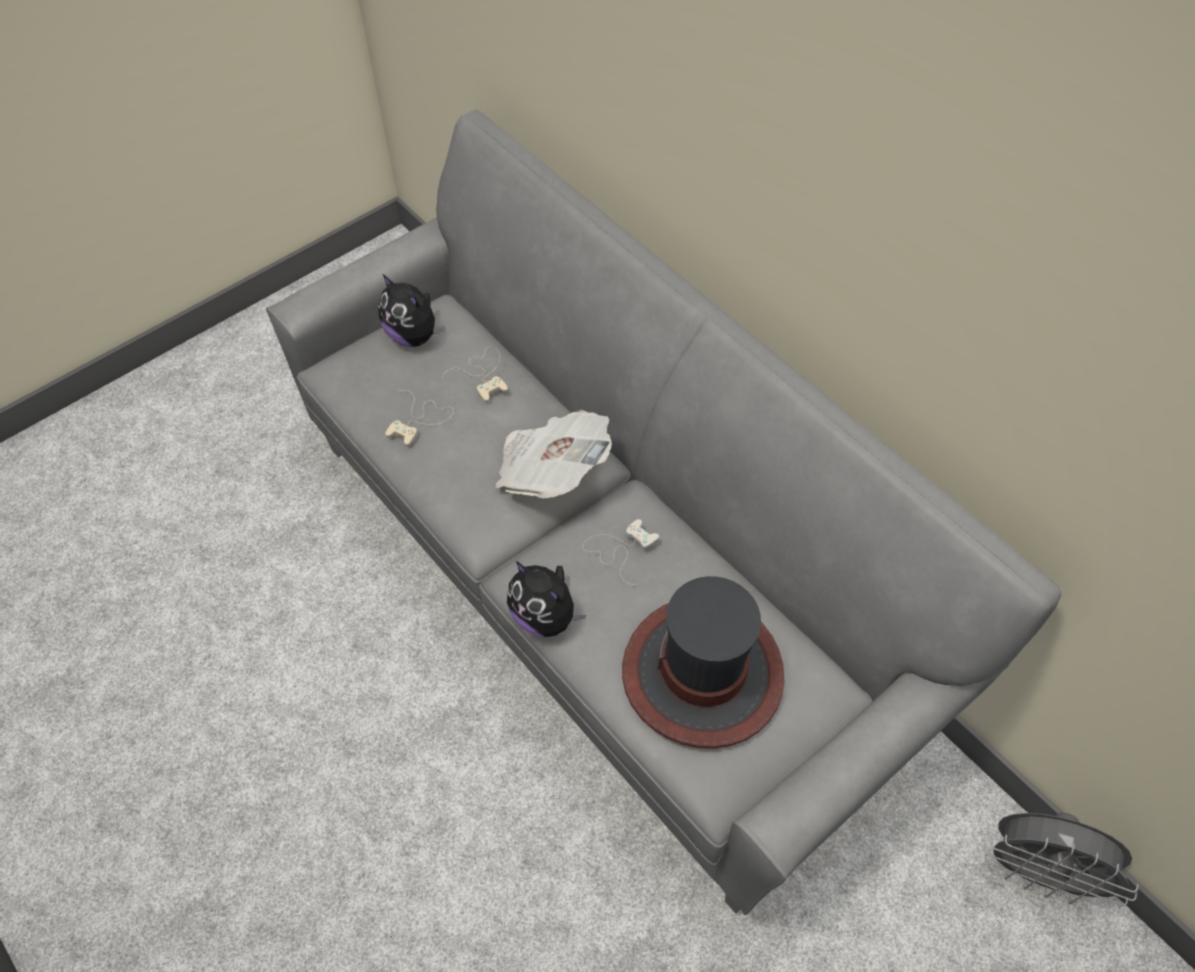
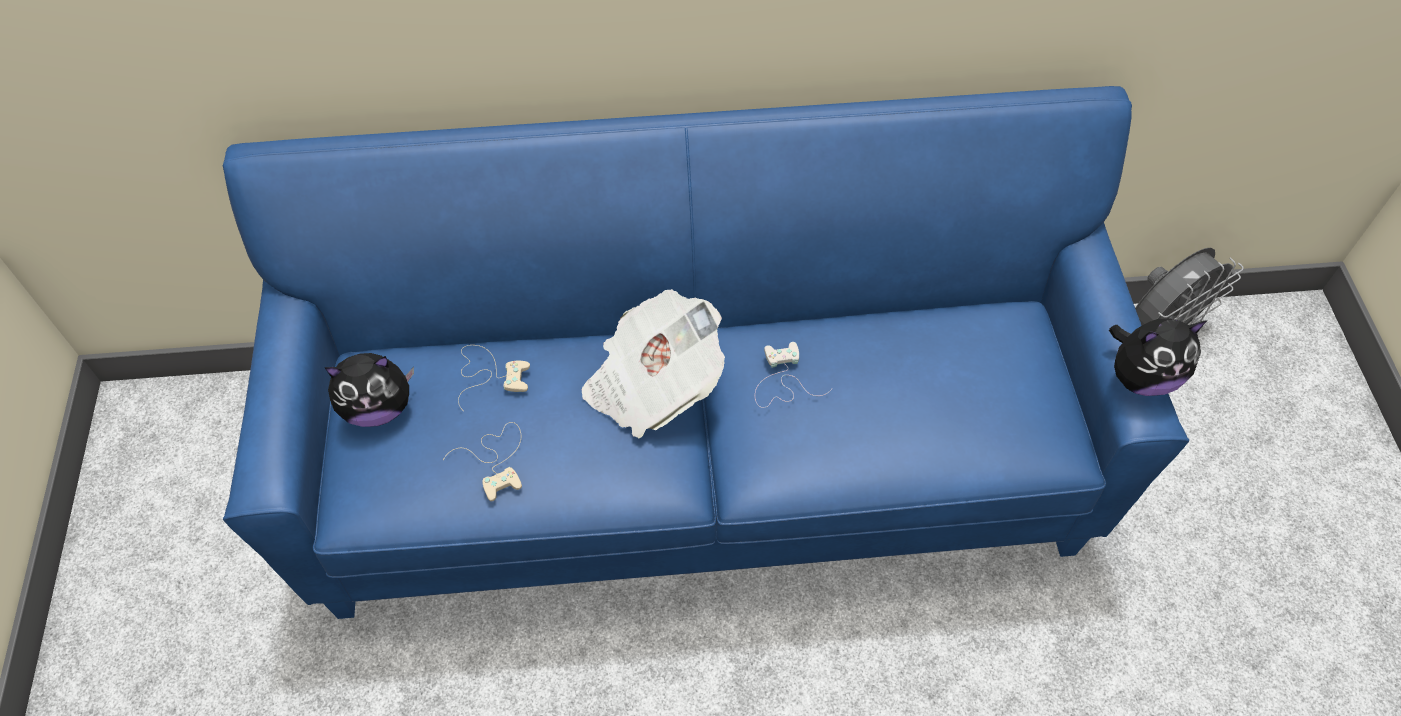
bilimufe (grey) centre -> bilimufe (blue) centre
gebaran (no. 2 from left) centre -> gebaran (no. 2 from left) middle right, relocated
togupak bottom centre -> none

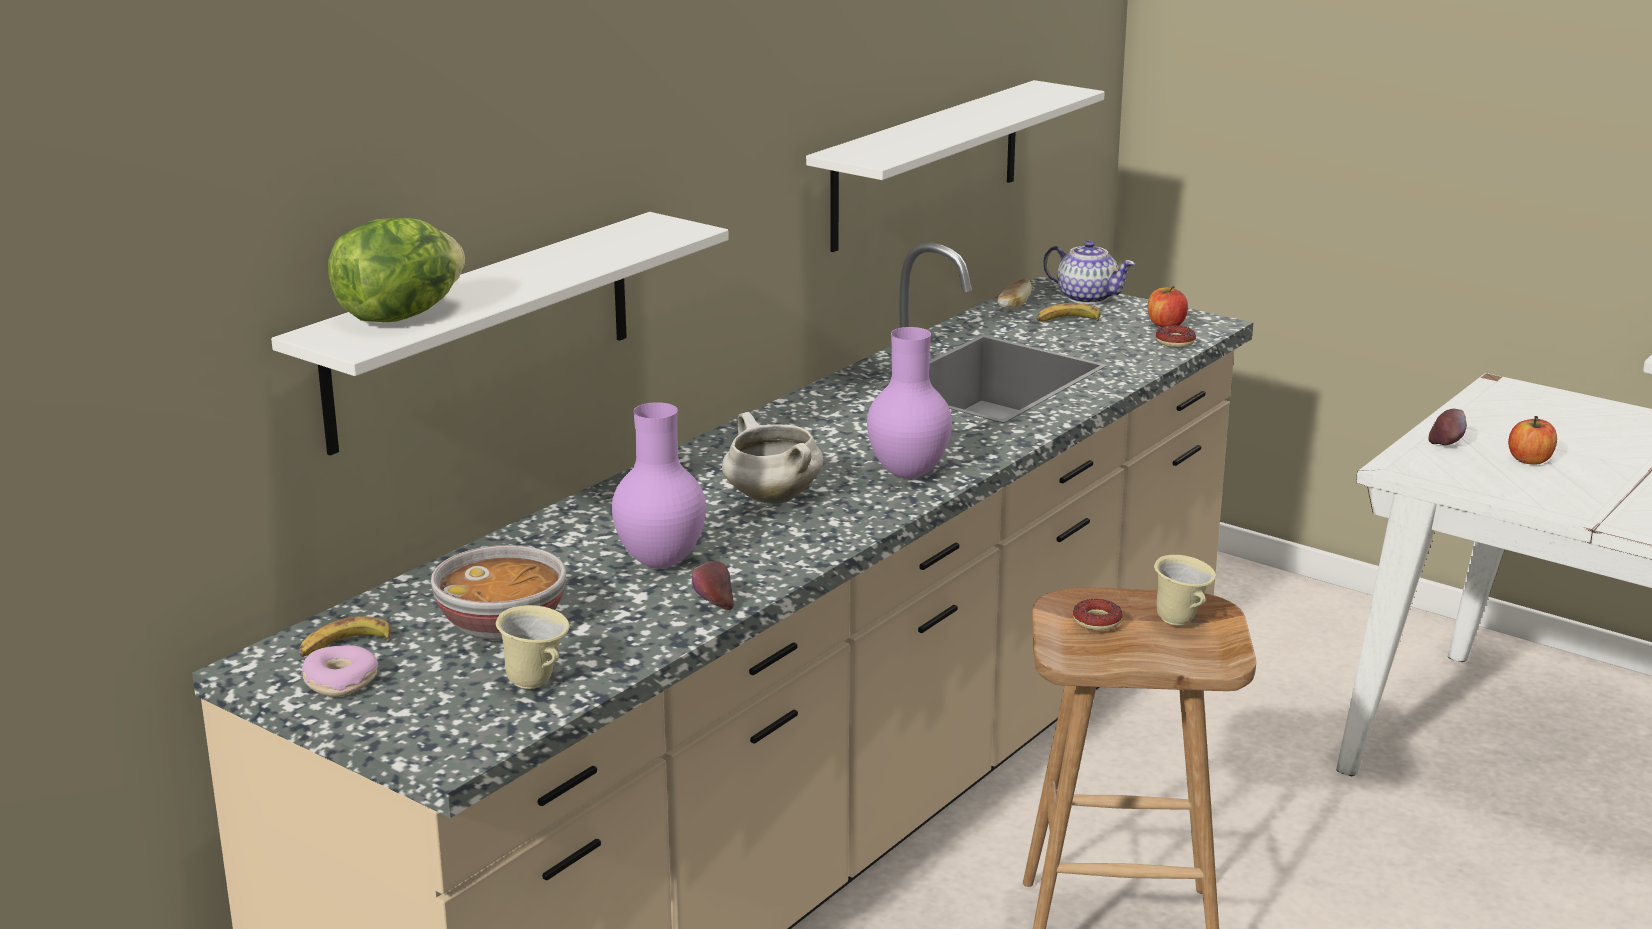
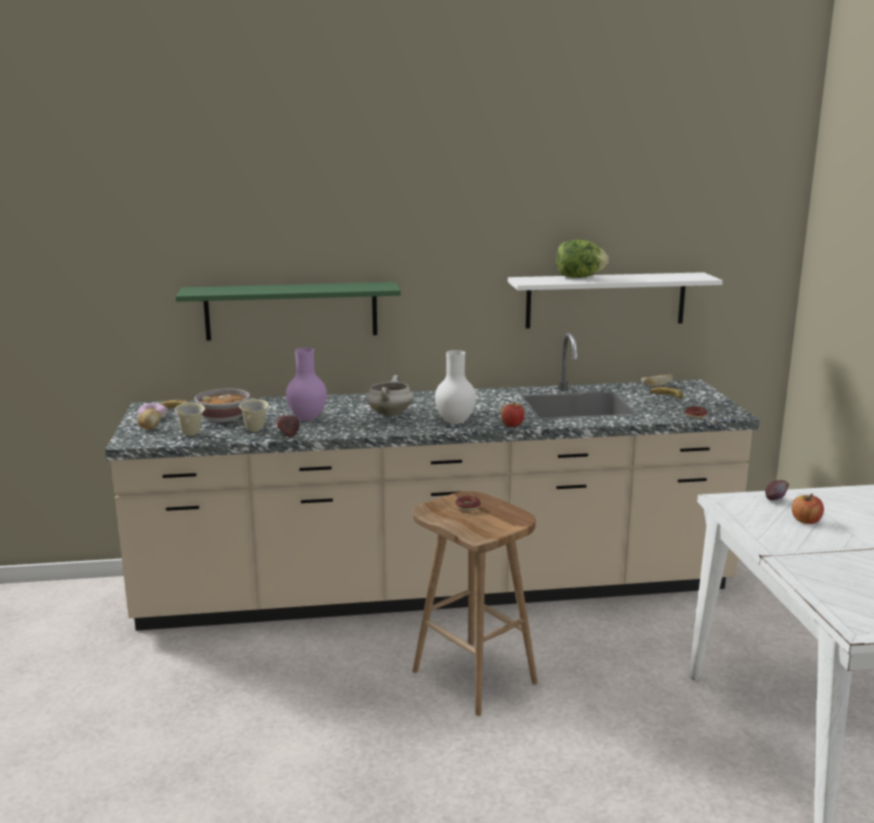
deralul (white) (no. 1 from left) middle left -> deralul (green) middle left
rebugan top left -> rebugan top centre, relocated
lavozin top centre -> none
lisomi (no. 2 from left) top right -> lisomi (no. 2 from left) centre, relocated
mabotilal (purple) (no. 2 from left) centre -> mabotilal (white) centre
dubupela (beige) (no. 2 from left) middle right -> dubupela (beige) (no. 2 from left) middle left, relocated
none -> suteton middle left

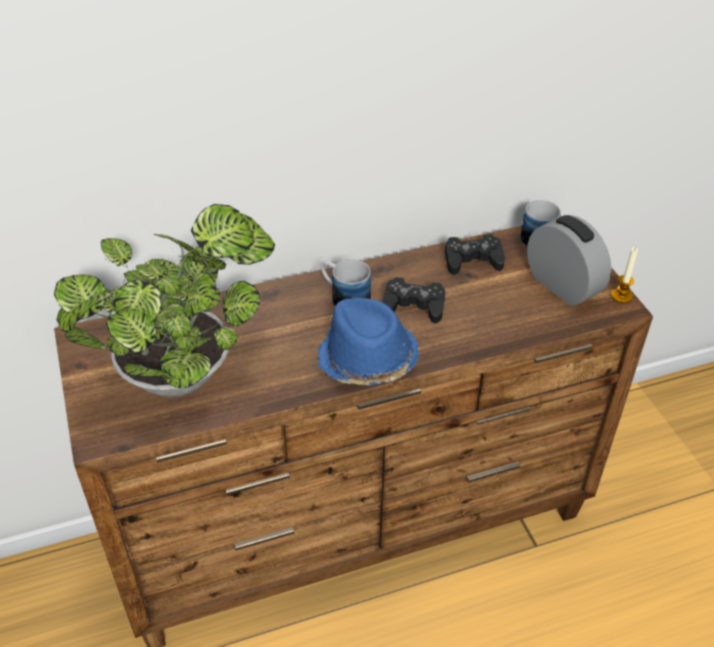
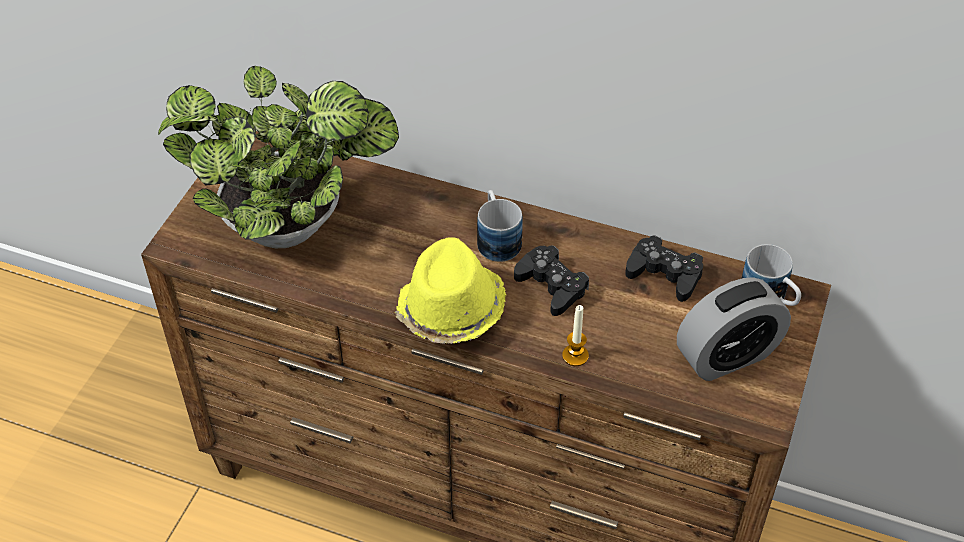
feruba middle right, 60 degrees clockwise
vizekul middle right -> vizekul centre, relocated
togupak (blue) centre -> togupak (yellow) centre

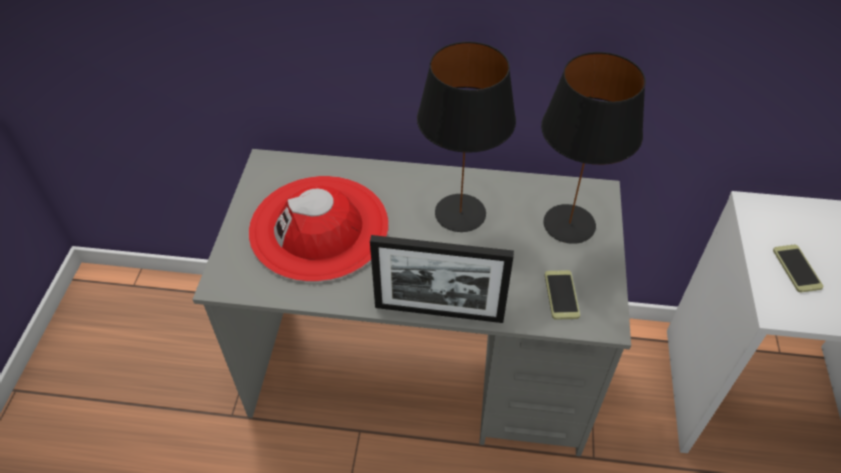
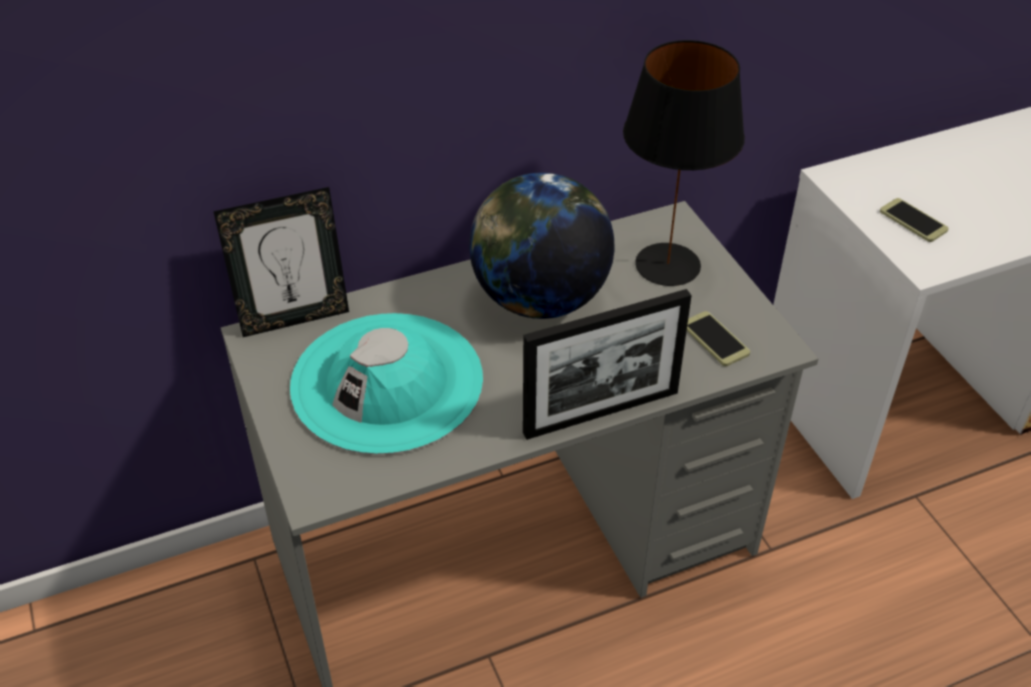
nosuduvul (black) (no. 1 from left) top centre -> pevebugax centre
togupak (red) centre -> togupak (turquoise) centre
none -> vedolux (no. 1 from left) middle left

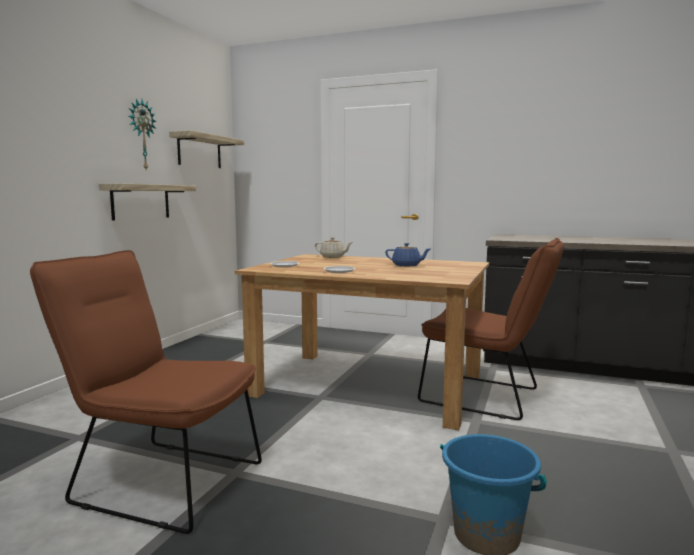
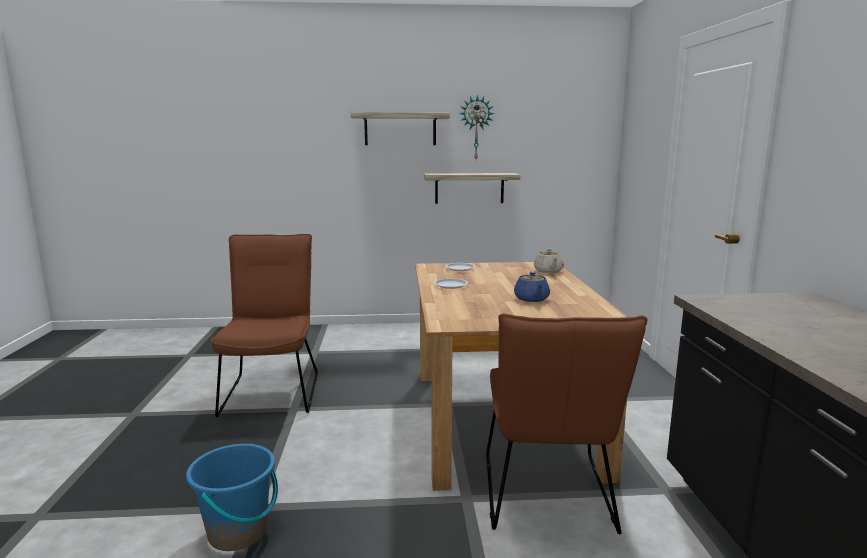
deralul (no. 2 from left in the first image) top left -> deralul (no. 1 from left) top centre, relocated

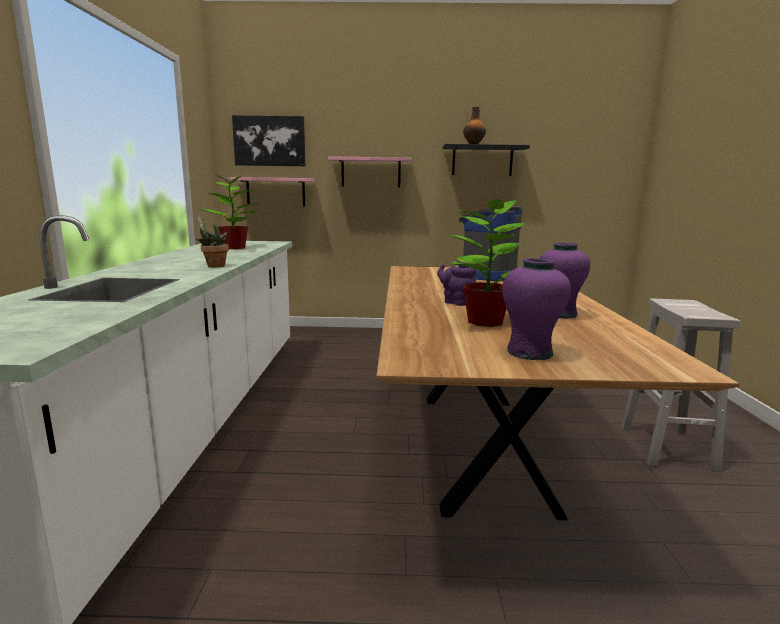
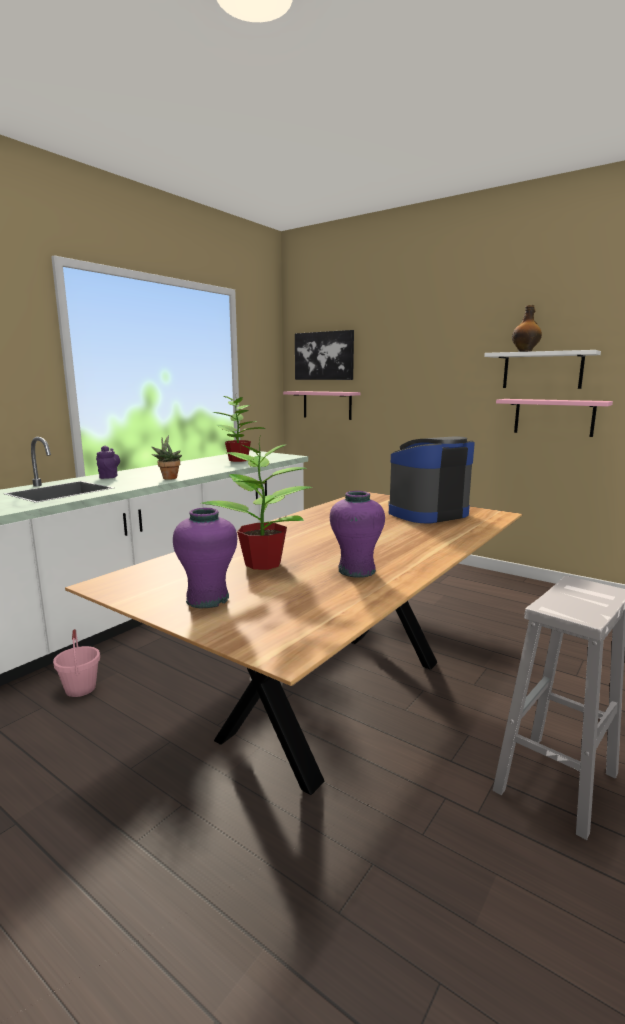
deralul (black) top centre -> deralul (white) middle right
deralul (pink) (no. 2 from left) top centre -> deralul (pink) (no. 2 from left) middle right, relocated
lavozin (purple) centre -> lavozin (purple) middle left, relocated
none -> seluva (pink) middle left

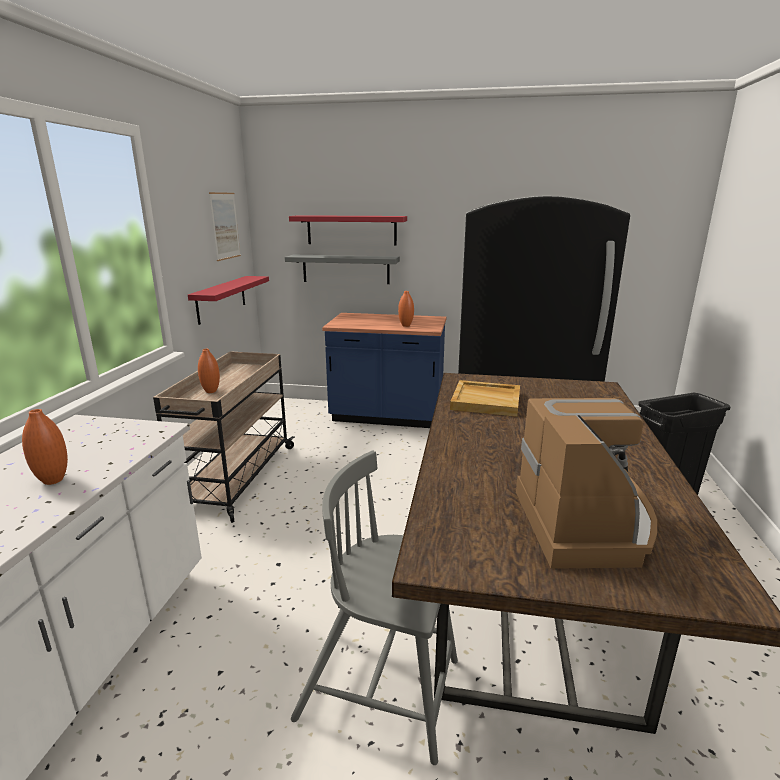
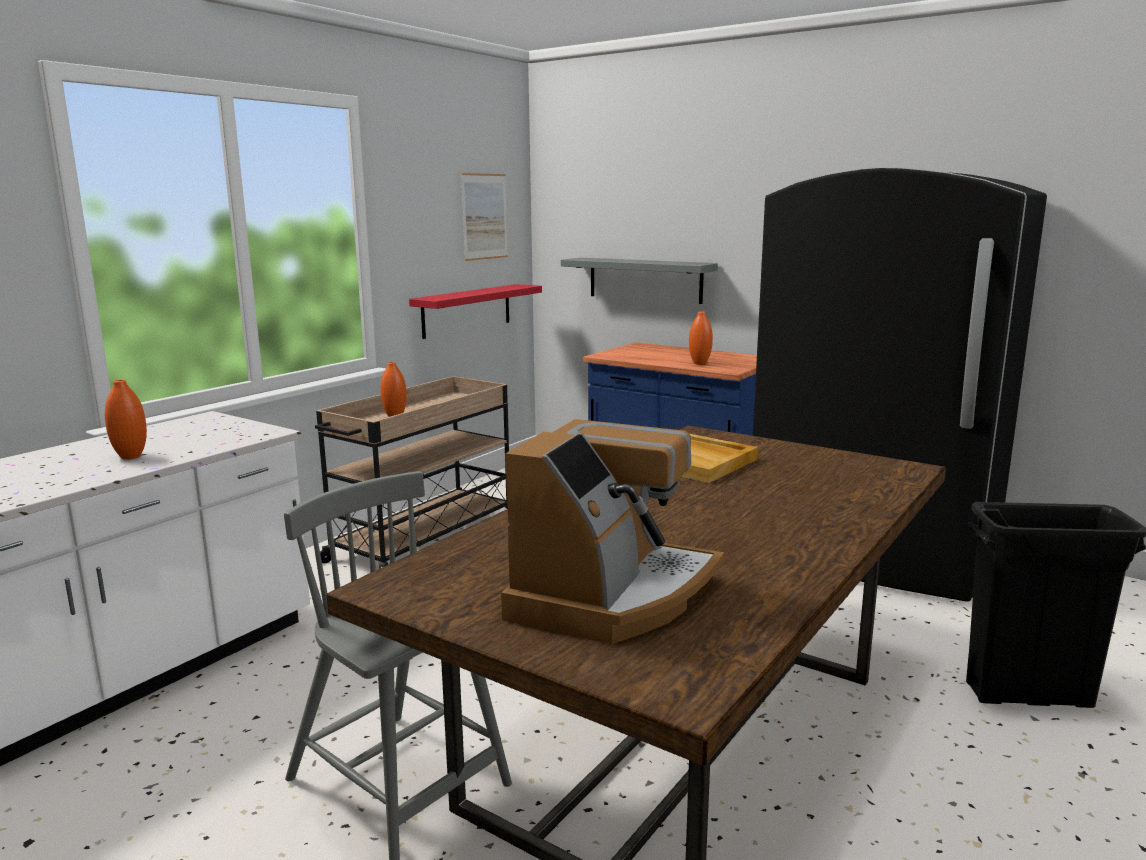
deralul (red) (no. 2 from left) top centre -> none

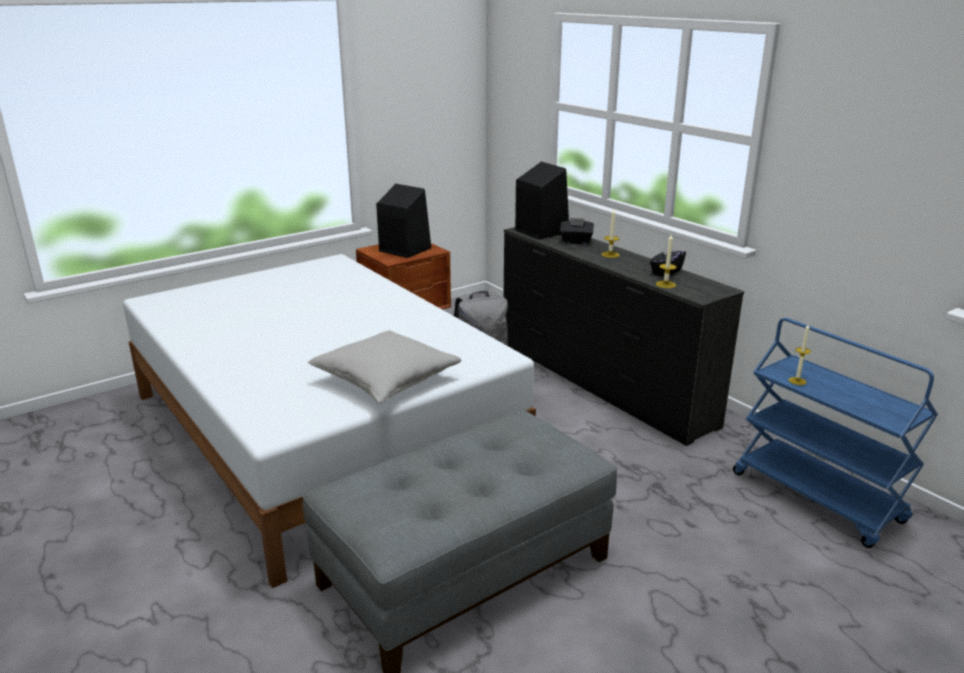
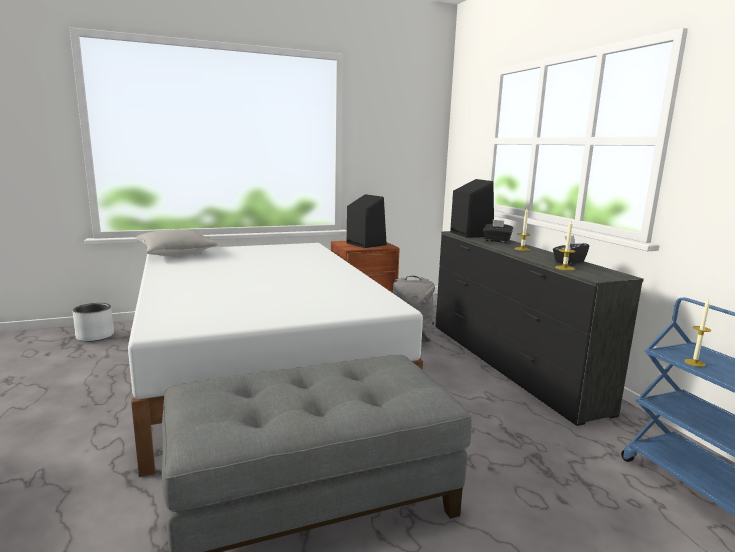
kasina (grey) centre -> kasina (grey) middle left, relocated
none -> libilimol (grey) middle left

